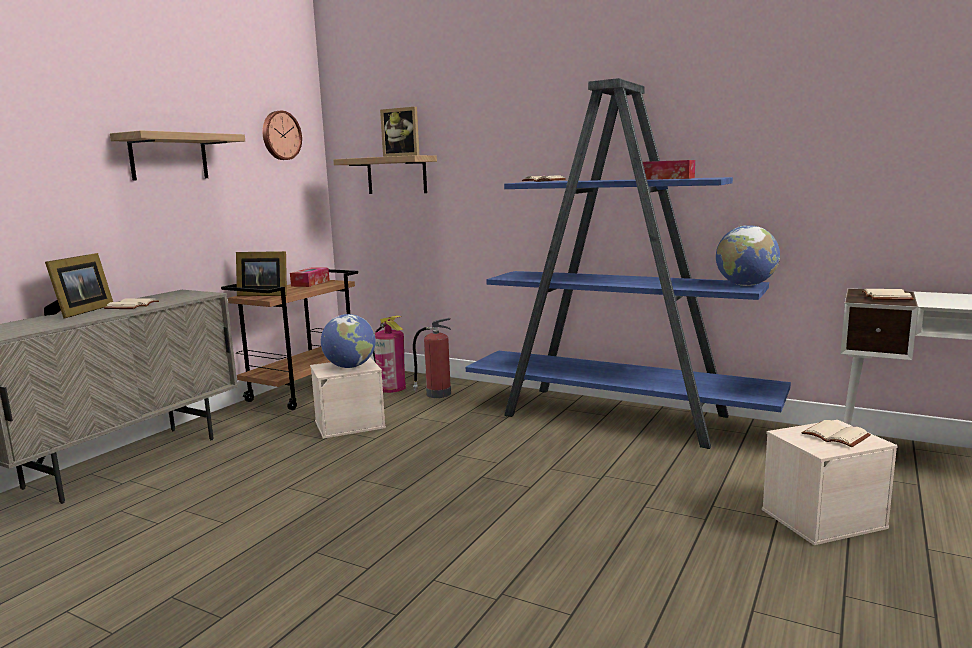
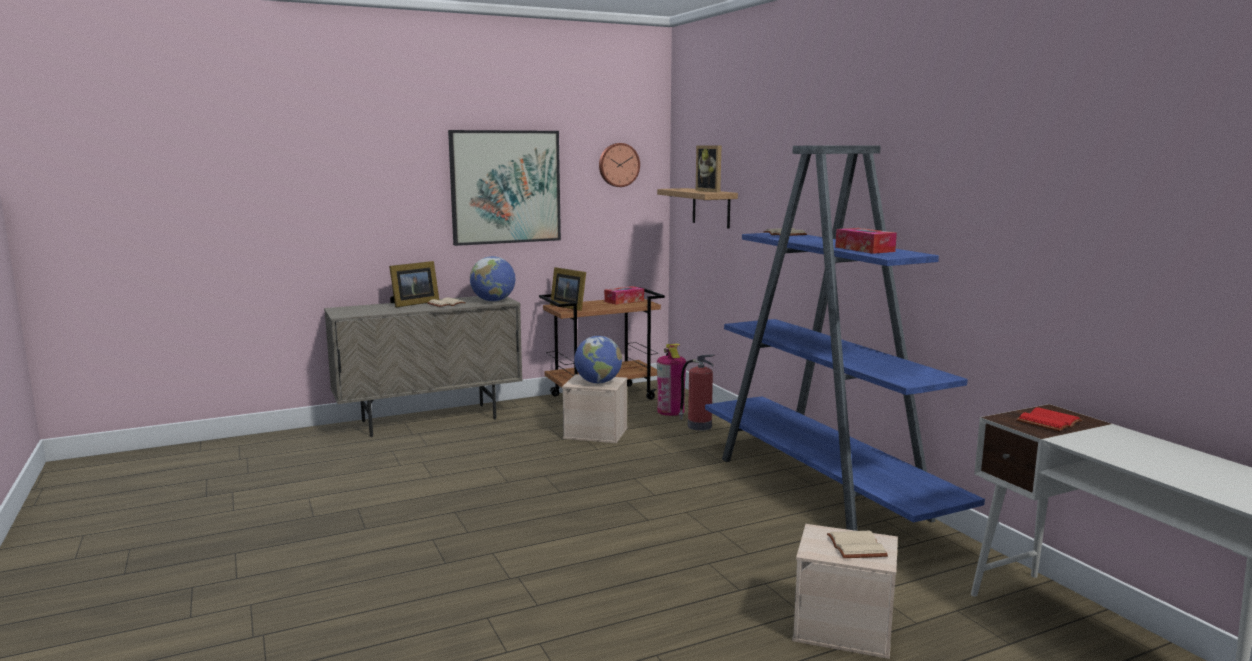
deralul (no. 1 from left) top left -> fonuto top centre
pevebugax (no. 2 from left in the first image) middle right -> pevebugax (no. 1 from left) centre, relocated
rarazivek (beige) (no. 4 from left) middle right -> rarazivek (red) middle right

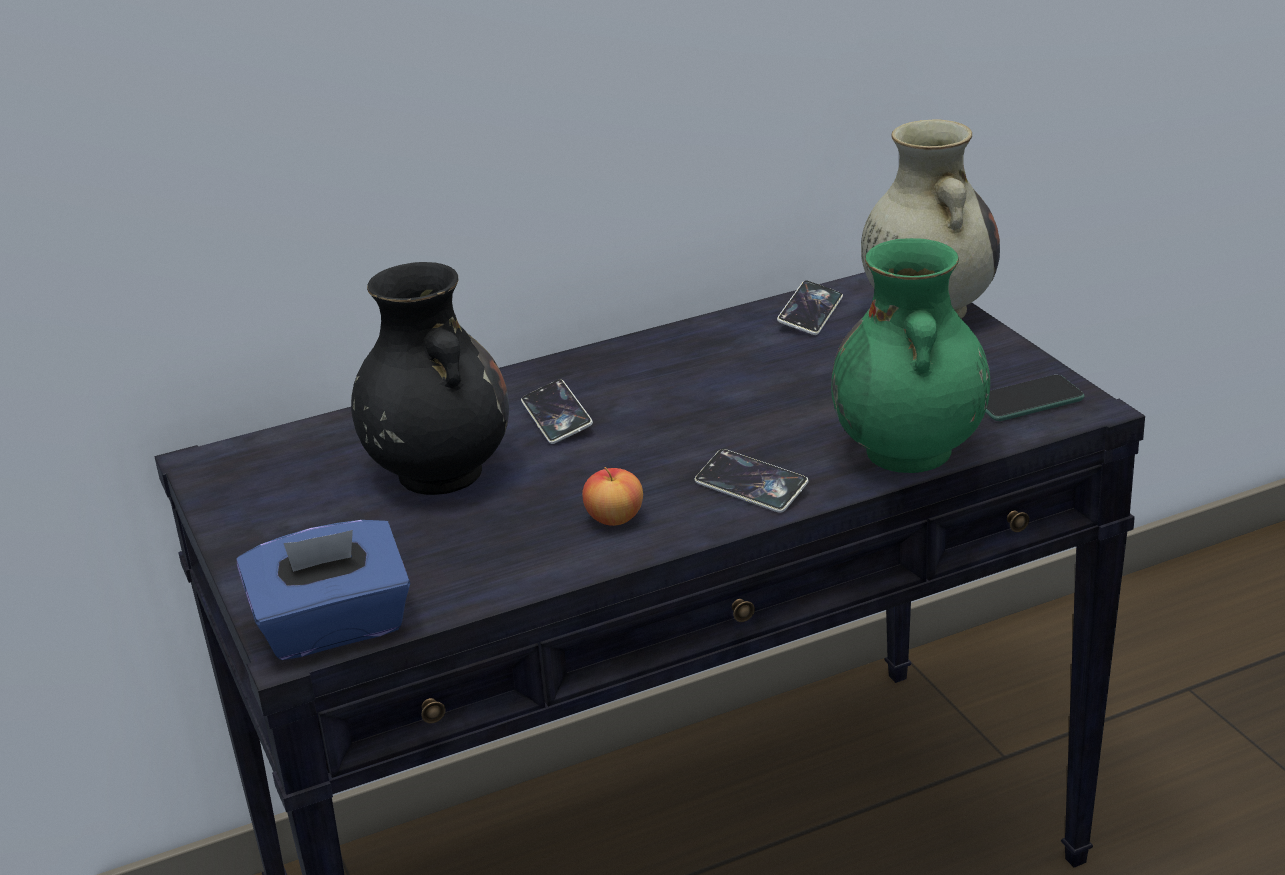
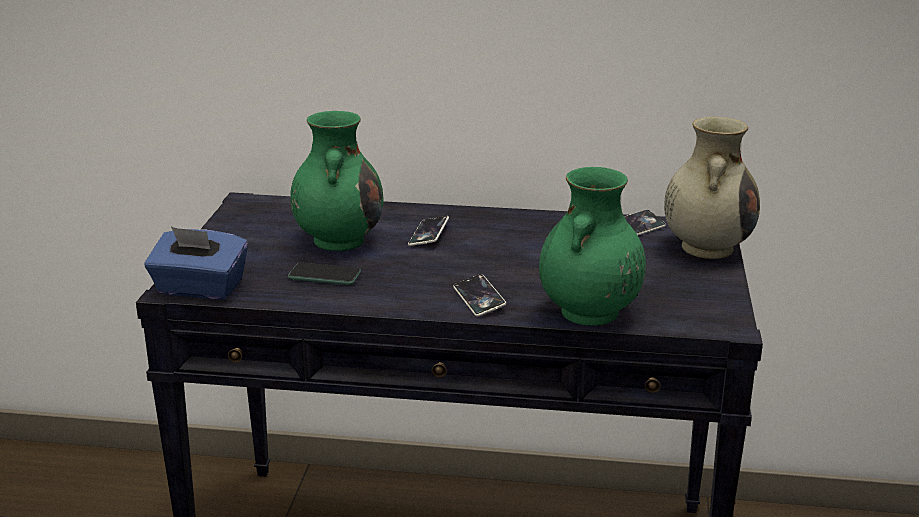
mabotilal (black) centre -> mabotilal (green) (no. 1 from left) centre
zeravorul (no. 4 from left in the first image) middle right -> zeravorul (no. 1 from left) centre, relocated
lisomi centre -> none

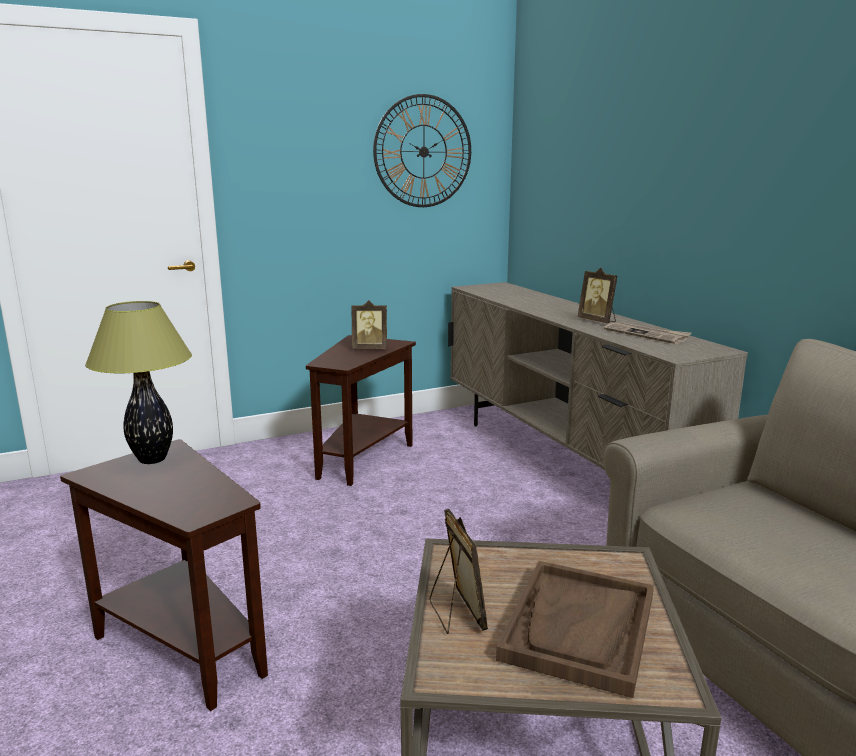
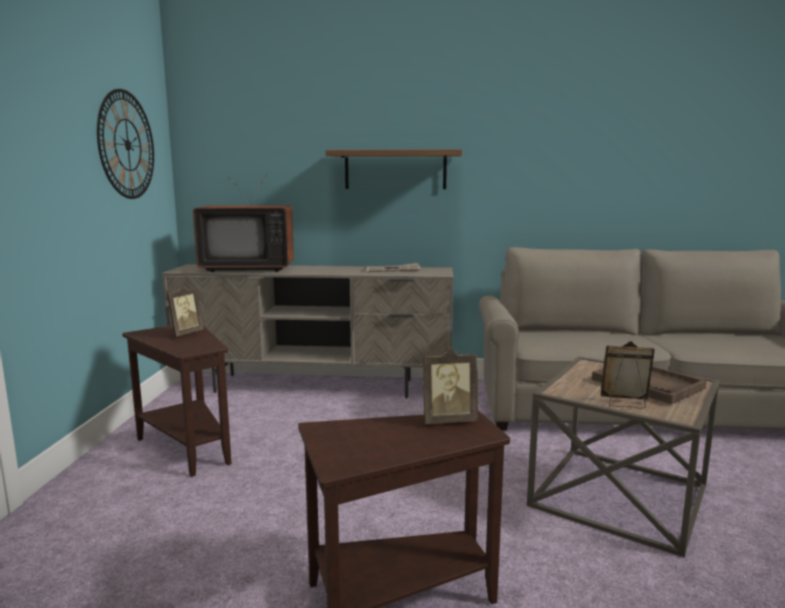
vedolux (no. 3 from left in the first image) middle right -> vedolux (no. 2 from left) centre, relocated
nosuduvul middle left -> none
none -> deralul top centre
none -> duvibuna middle left

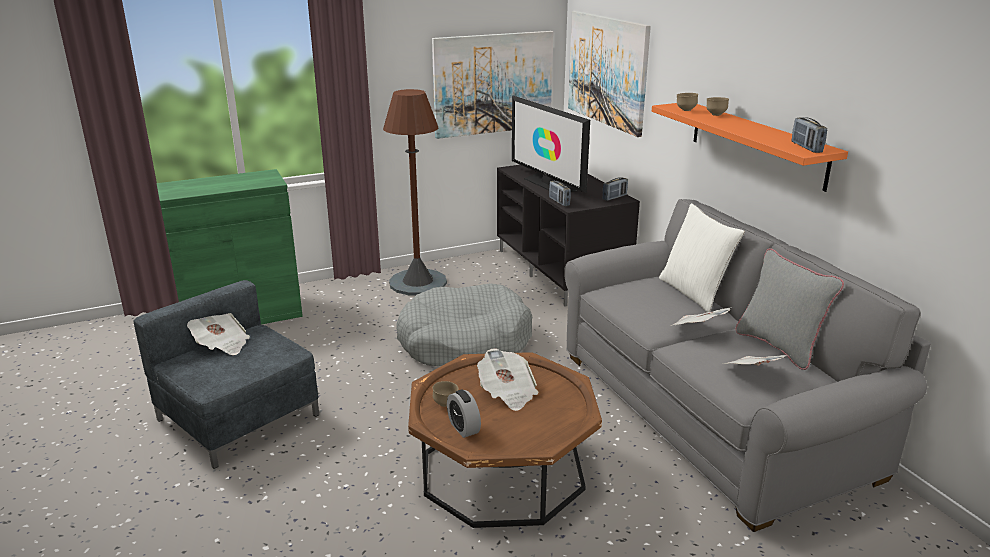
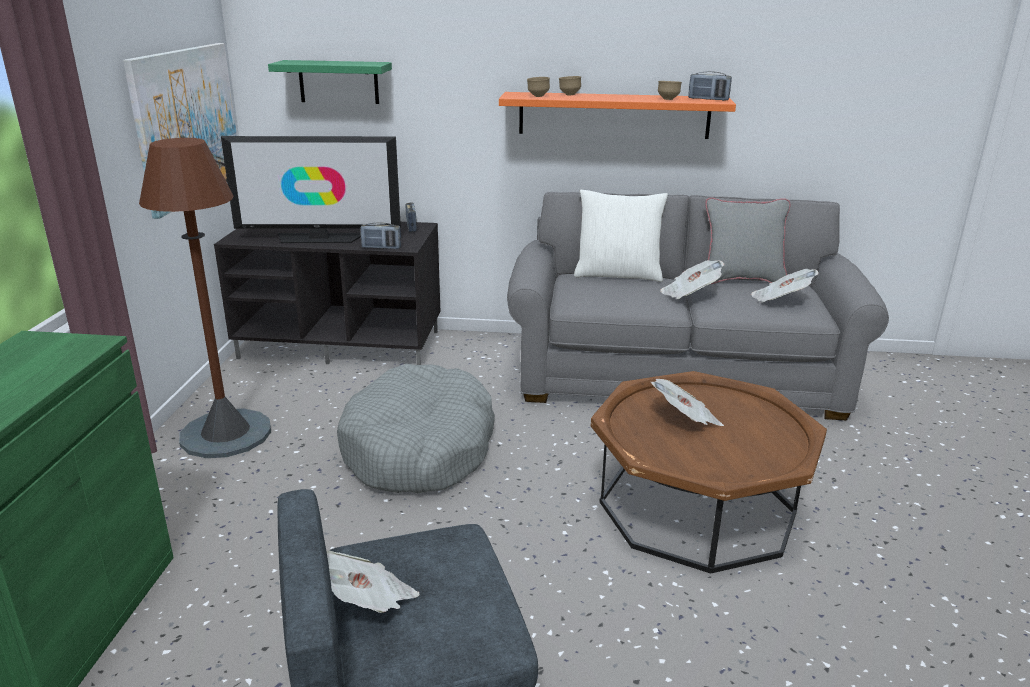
fonuto (no. 2 from left) top centre -> deralul (green) top left
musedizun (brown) (no. 1 from left in the first image) bottom centre -> musedizun (brown) (no. 3 from left) top centre, relocated
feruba bottom centre -> none

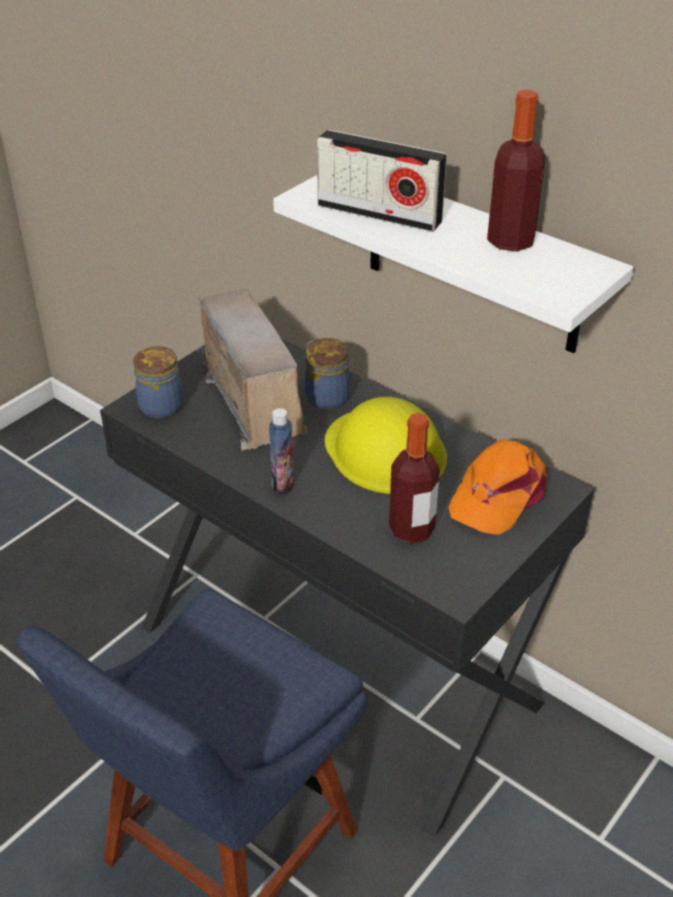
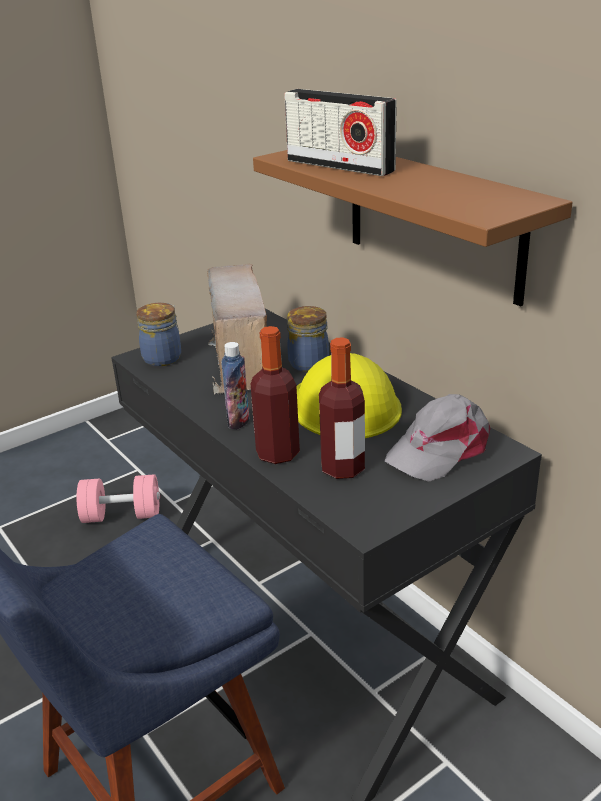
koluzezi (no. 3 from left in the first image) top right -> koluzezi (no. 2 from left) centre, relocated
deralul (white) top right -> deralul (brown) top right
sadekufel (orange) middle right -> sadekufel (grey) middle right
none -> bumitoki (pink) middle left

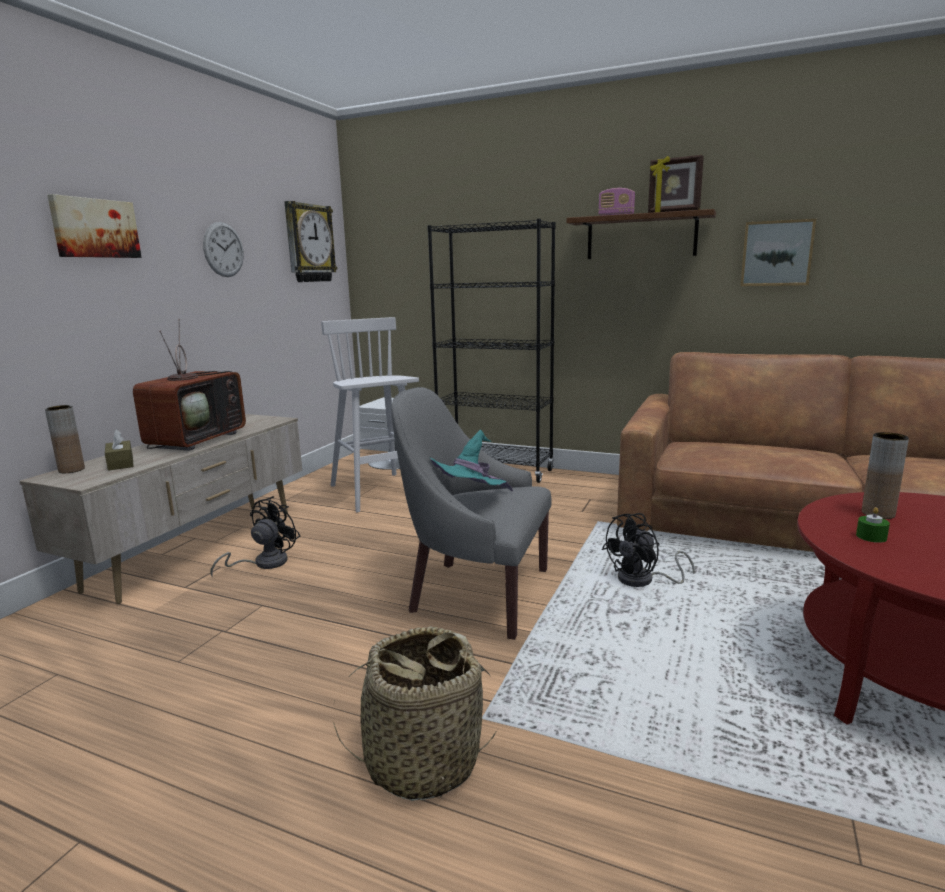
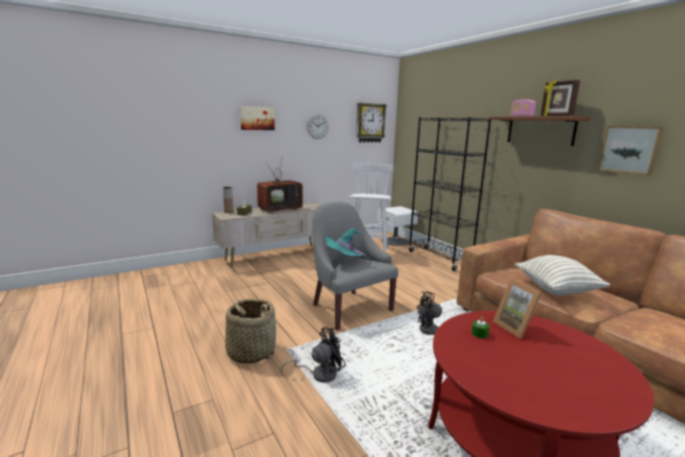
mabotilal (brown) (no. 2 from left) middle right -> vedolux (no. 1 from left) bottom right
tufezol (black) (no. 1 from left) middle left -> tufezol (black) (no. 1 from left) bottom centre, relocated
none -> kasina middle right

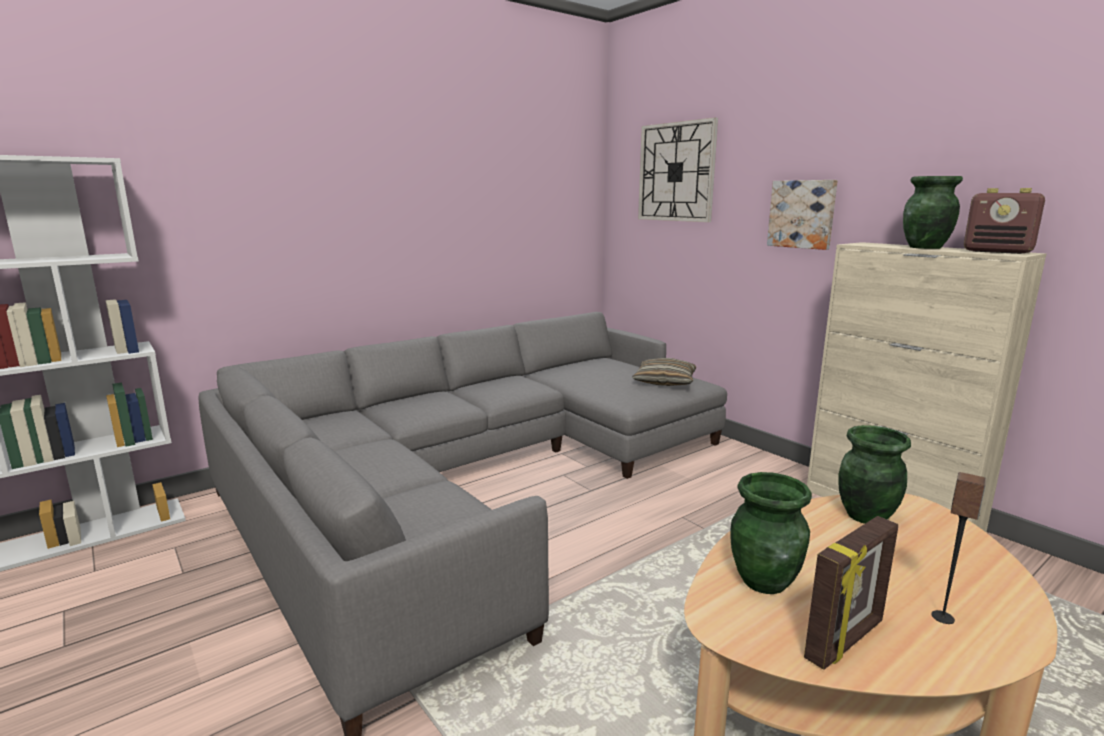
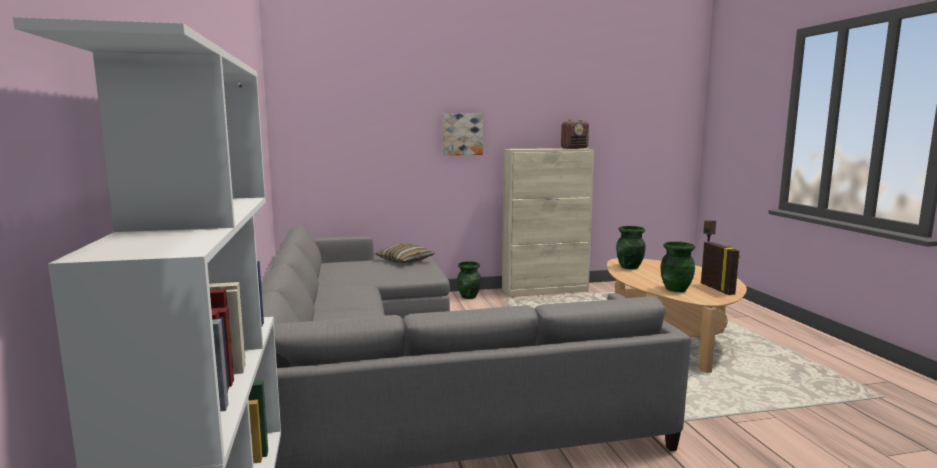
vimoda top centre -> none
mabotilal (green) (no. 3 from left in the first image) top right -> mabotilal (green) (no. 1 from left) centre, relocated

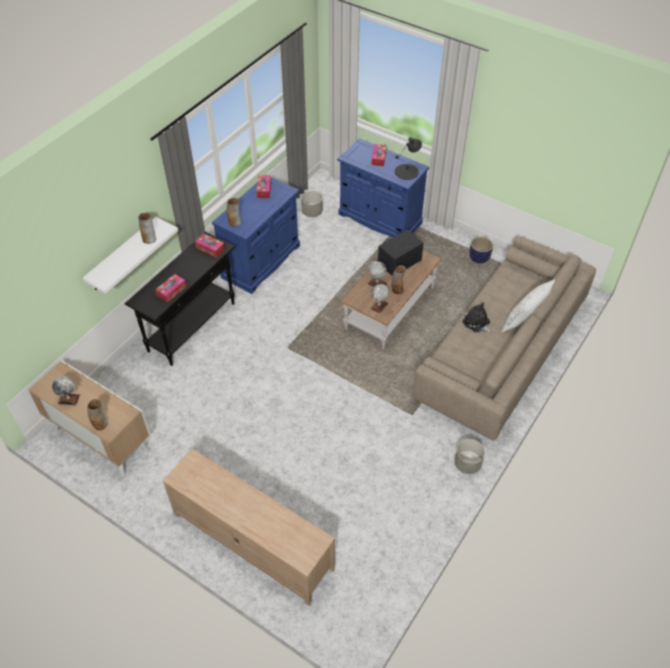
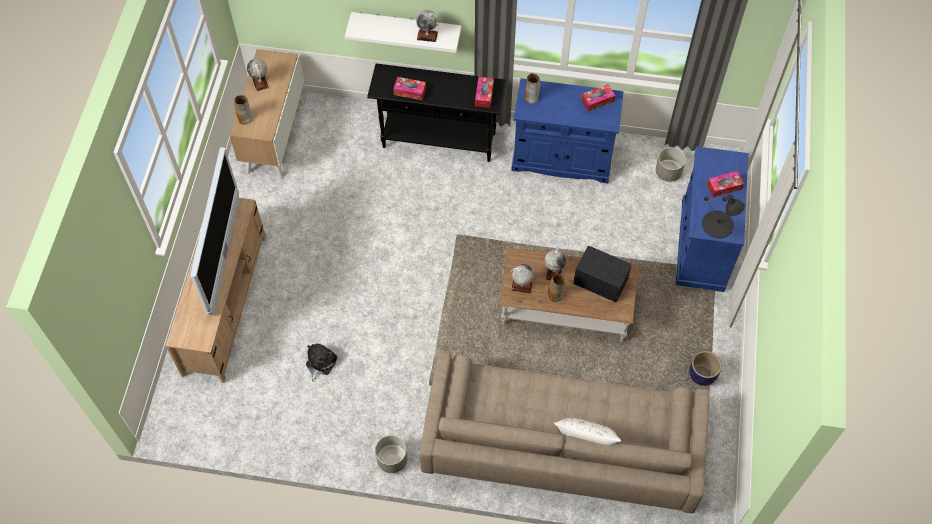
mabotilal (no. 2 from left) middle left -> pevebugax (no. 2 from left) top centre
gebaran middle right -> gebaran bottom centre, relocated
none -> duvibuna middle left

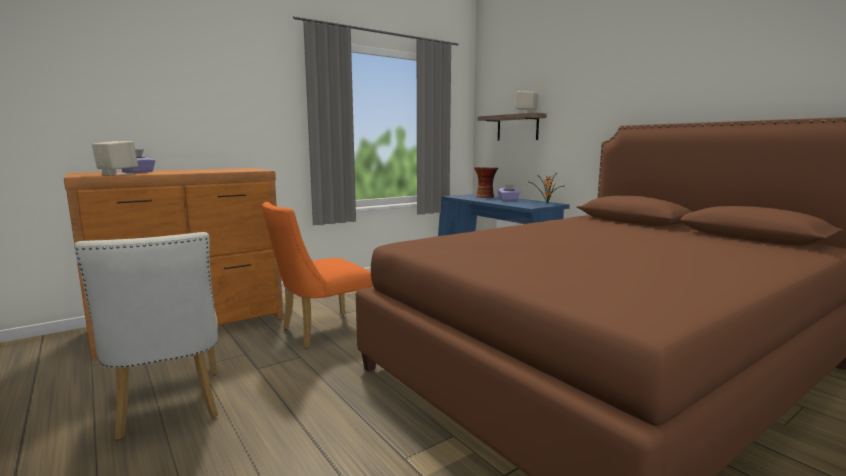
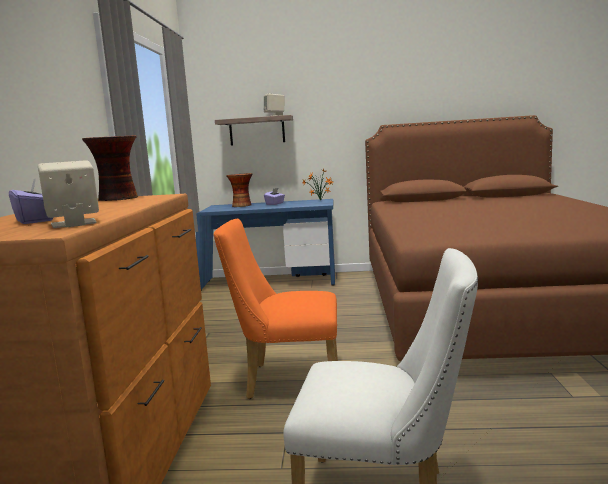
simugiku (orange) centre, 90 degrees clockwise
none -> mabotilal (no. 1 from left) middle left

